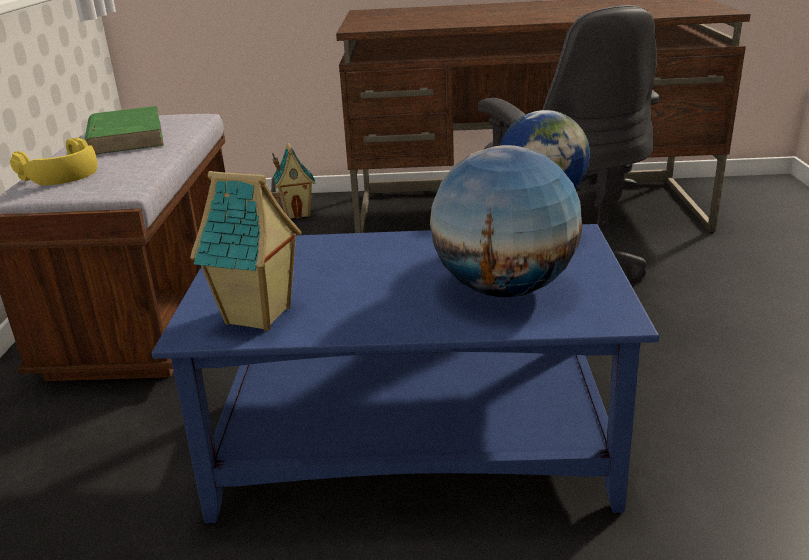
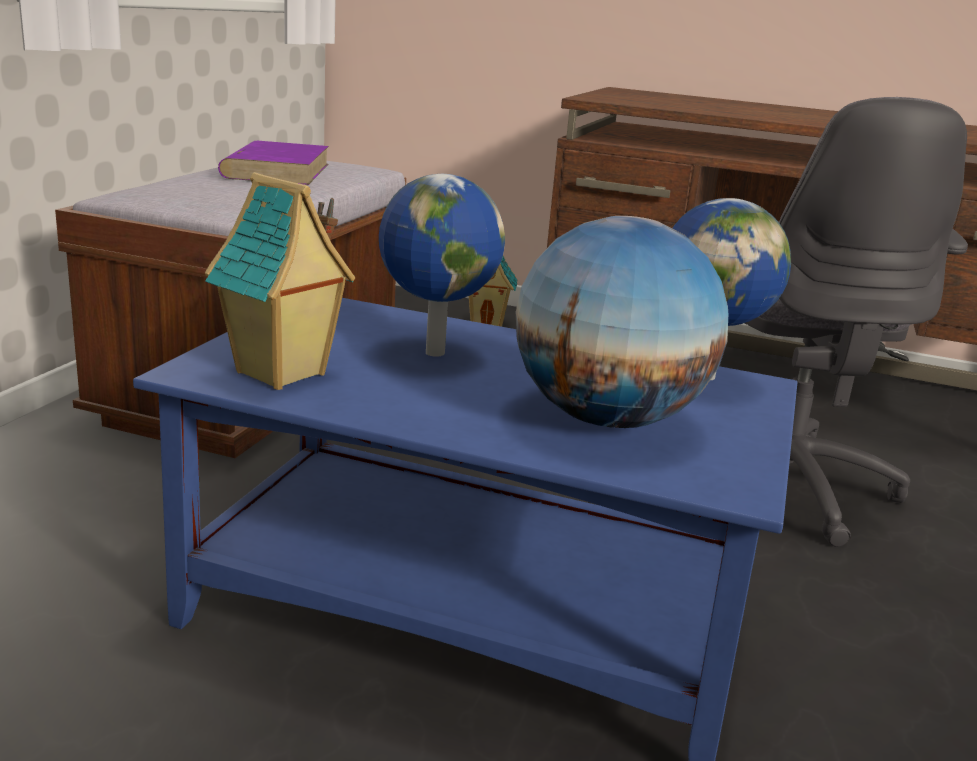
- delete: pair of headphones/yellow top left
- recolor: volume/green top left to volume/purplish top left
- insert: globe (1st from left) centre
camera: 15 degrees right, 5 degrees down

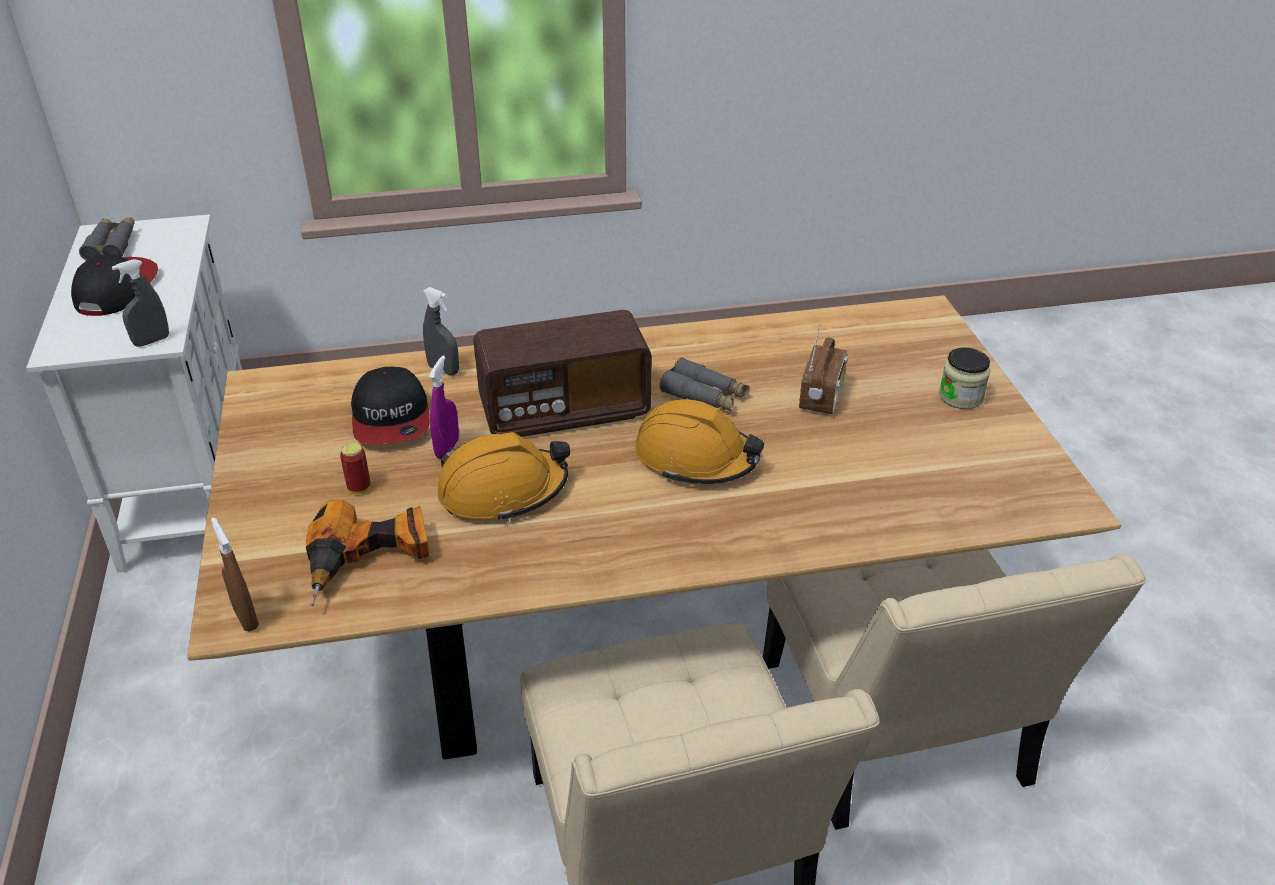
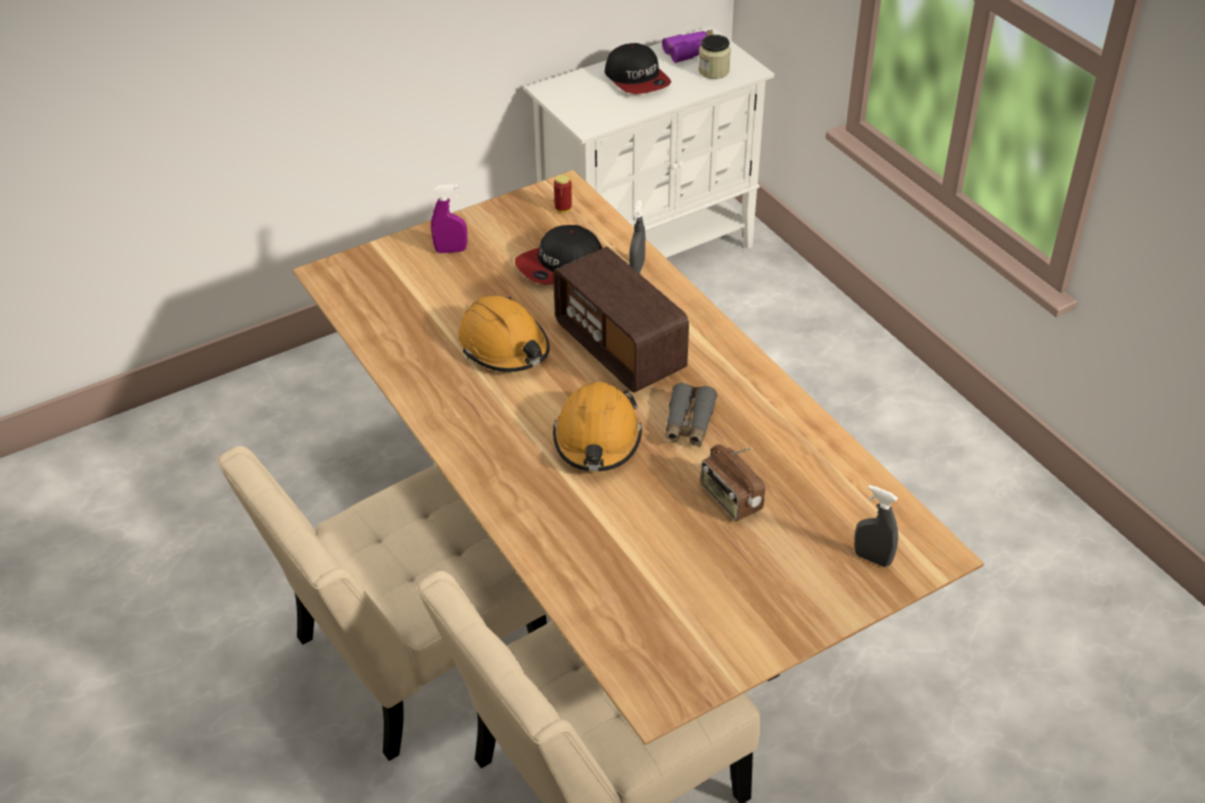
- rotate: baseball cap (1st from left in the first image) top left = top centre 75 degrees clockwise
- recolor: binoculars/gray (1st from left) top left to binoculars/purplish top centre
- move: hand sprayer/gray (1st from left in the first image) middle left to hand sprayer/gray (2nd from left) middle right
- delete: hand sprayer/brown middle left
- delete: electric drill middle left
- move: metal can middle left to top centre
- move: hand sprayer/purplish centre to top centre
- rotate: radio set (2nd from left) centre = centre 60 degrees clockwise
- move: jar middle right to top centre
camera: 70 degrees right, 5 degrees up

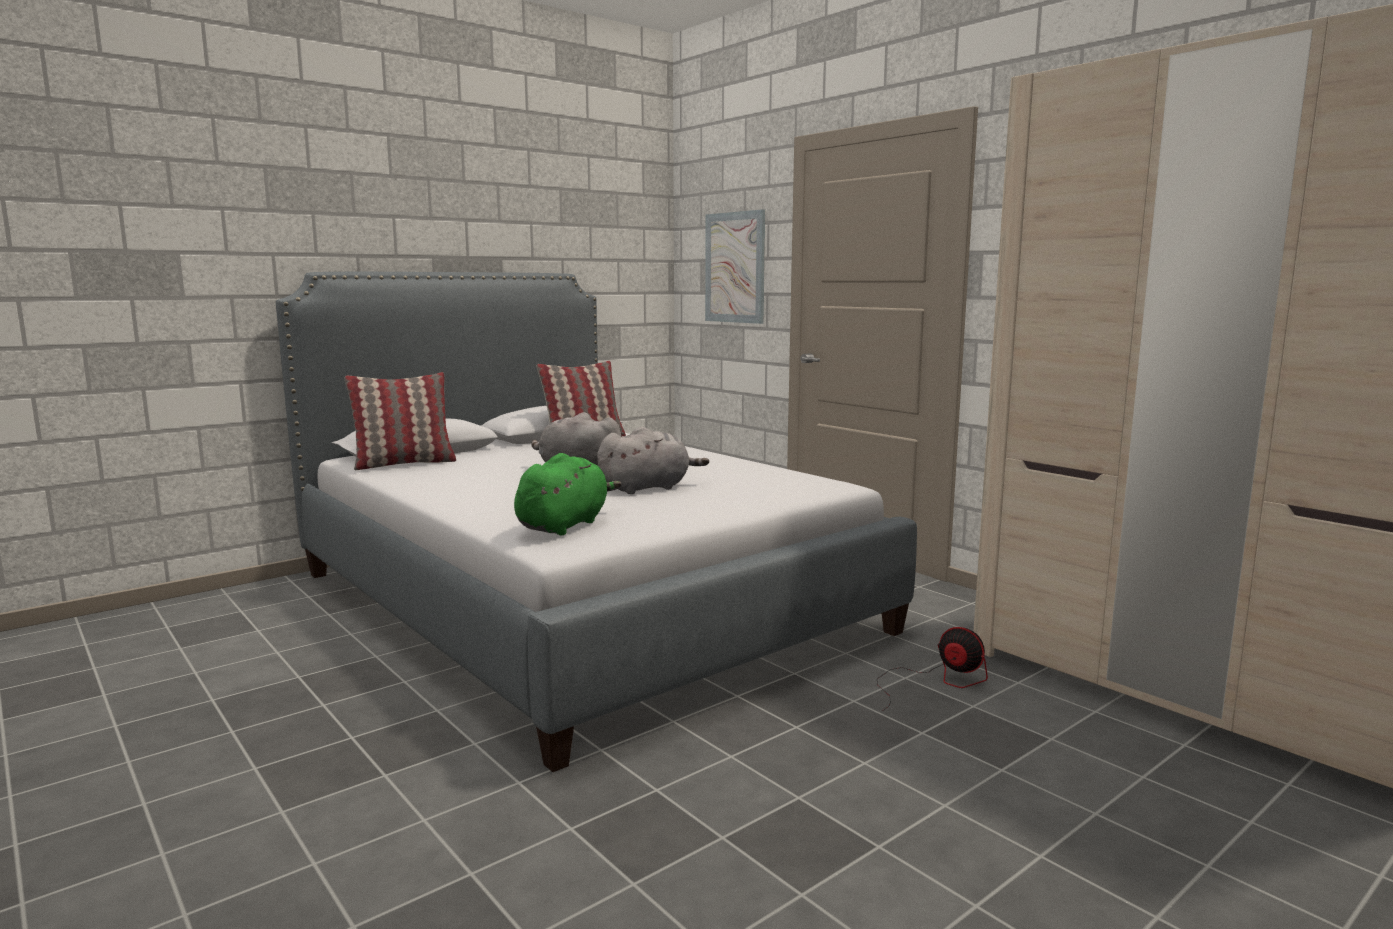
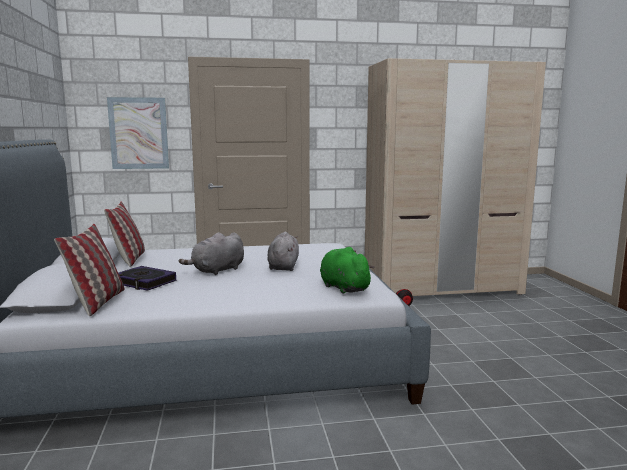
- insert: volume middle left
camera: 60 degrees left, 0 degrees up

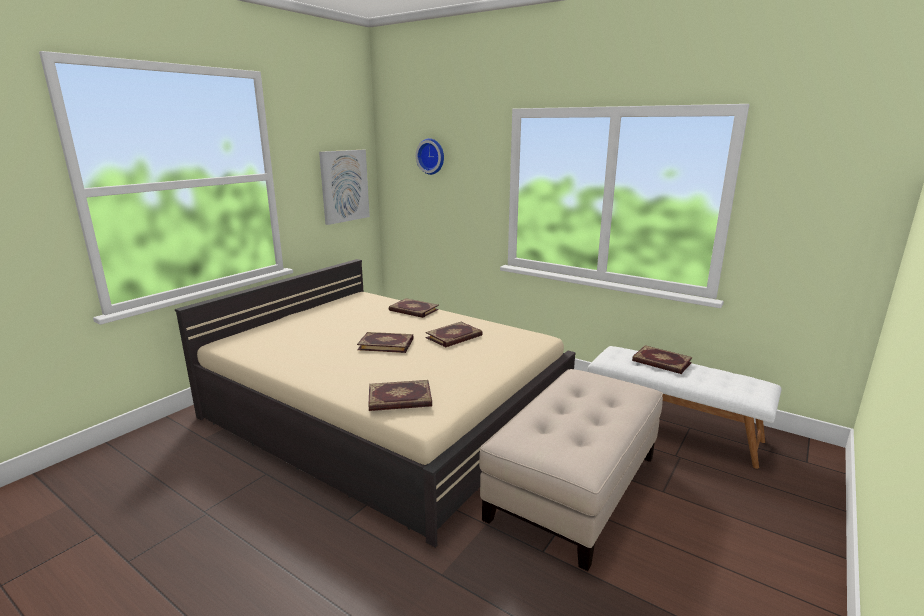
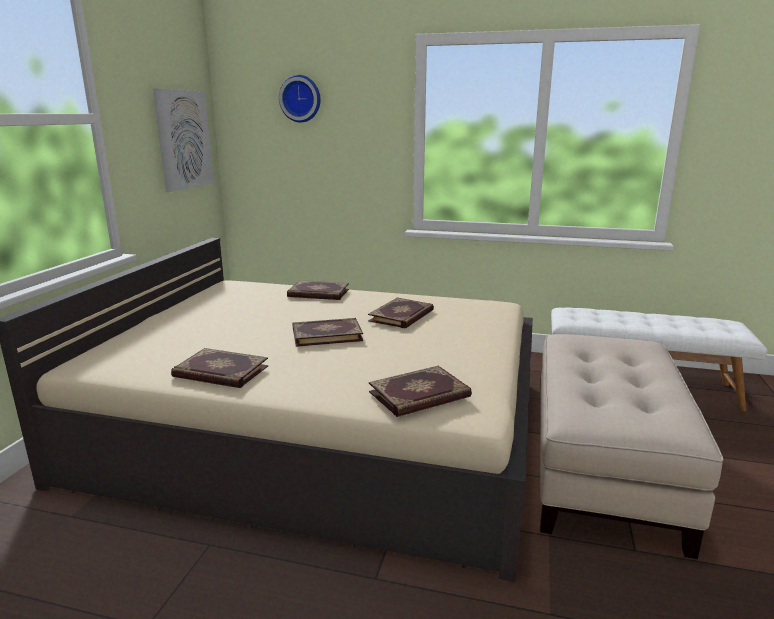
- move: volume (5th from left in the first image) middle right to volume (1st from left) middle left
camera: 20 degrees left, 0 degrees up

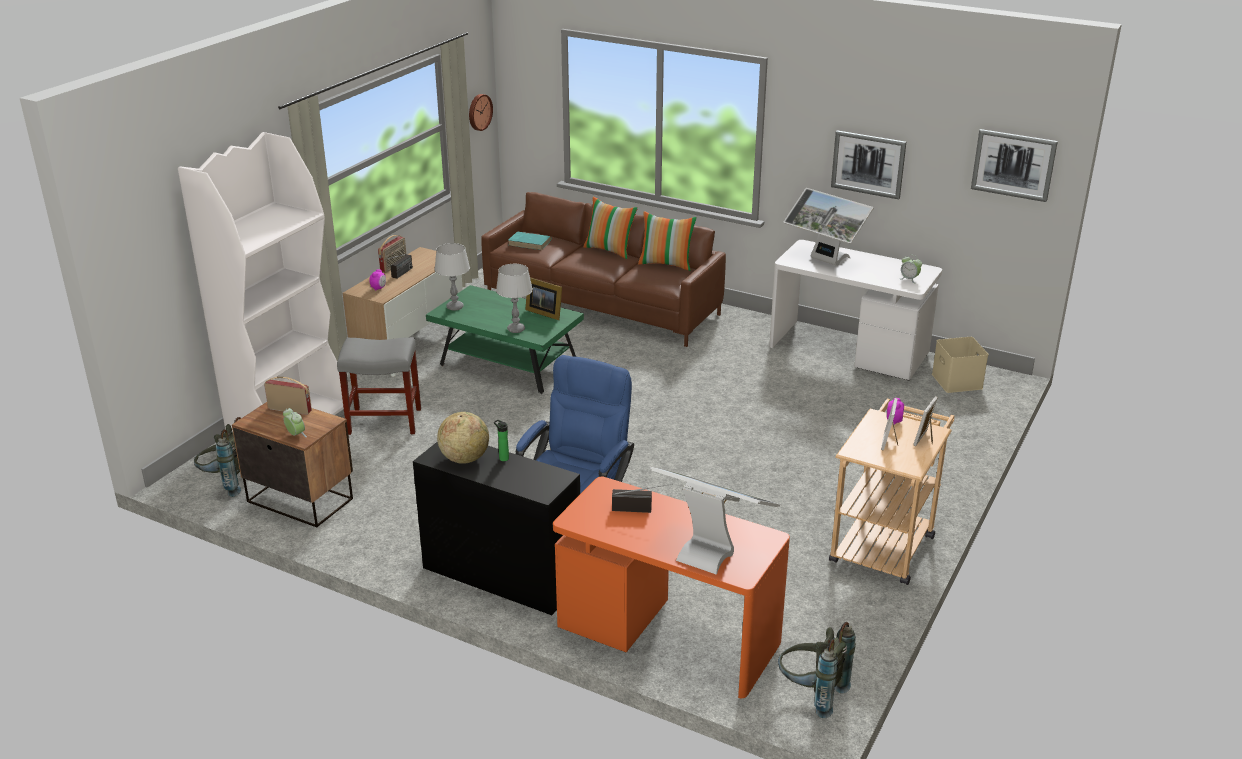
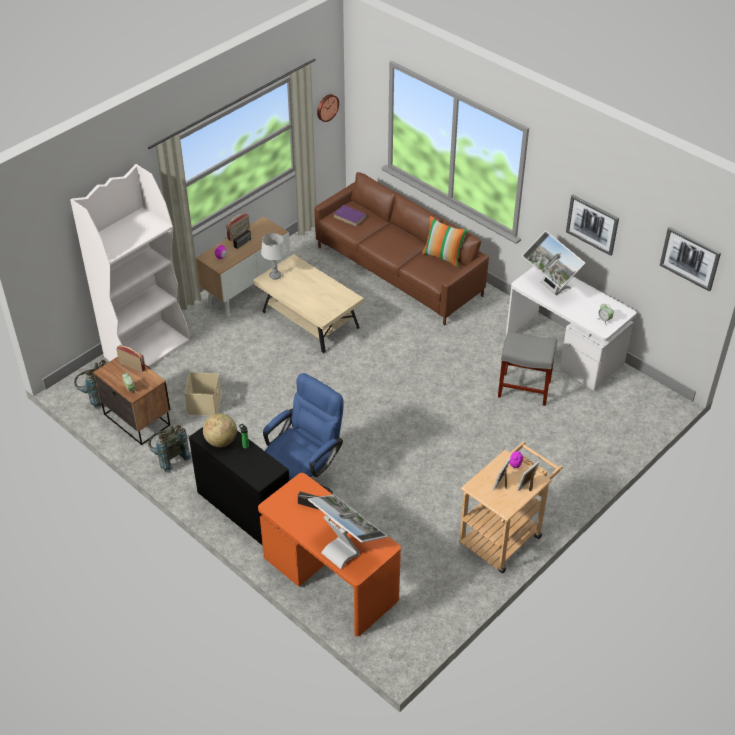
- move: sitting stool/gray middle left to middle right
- recolor: coffee table/green centre to coffee table/sand-coloured centre
- delete: tabletop lamp/gray (2nd from left) centre
- recolor: volume/turquoise top centre to volume/purplish top centre
- delete: standing frame (1st from left) centre
- delete: throw pillow (1st from left) top centre
- move: knapsack/gray (2nd from left) bottom centre to middle left
- move: storage container/sand-coloured middle right to middle left
camera: 15 degrees right, 15 degrees up

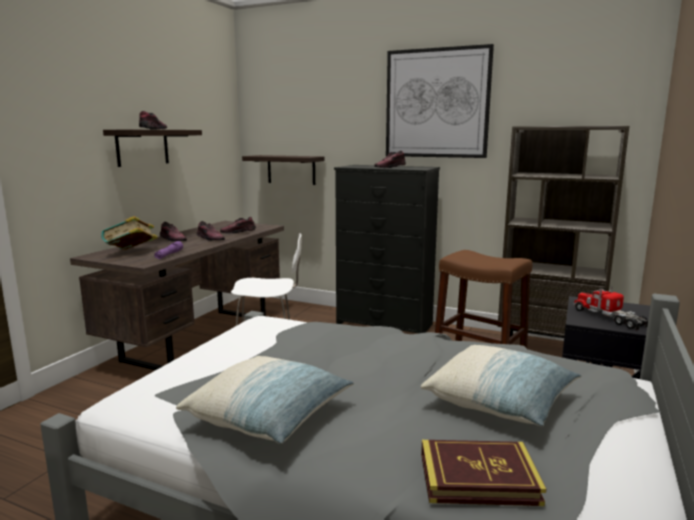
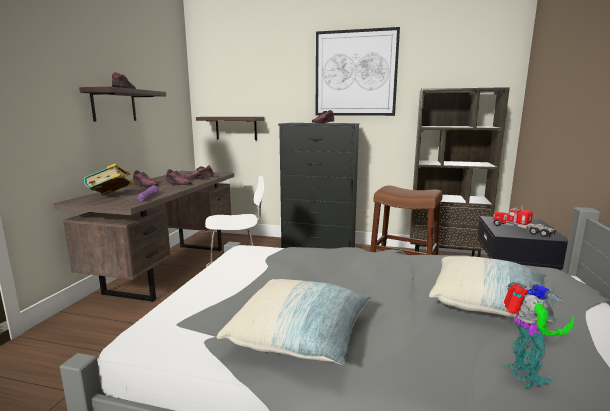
- replace: volume (2nd from left) bottom right to robot figure bottom right
camera: 10 degrees left, 0 degrees up

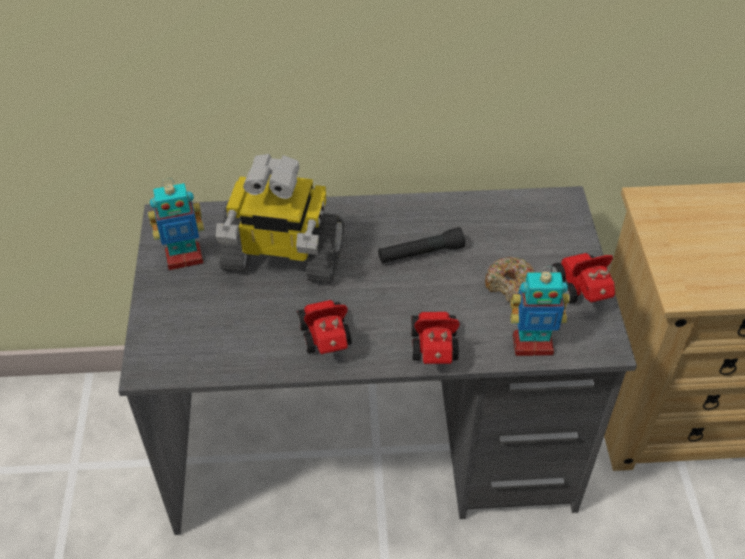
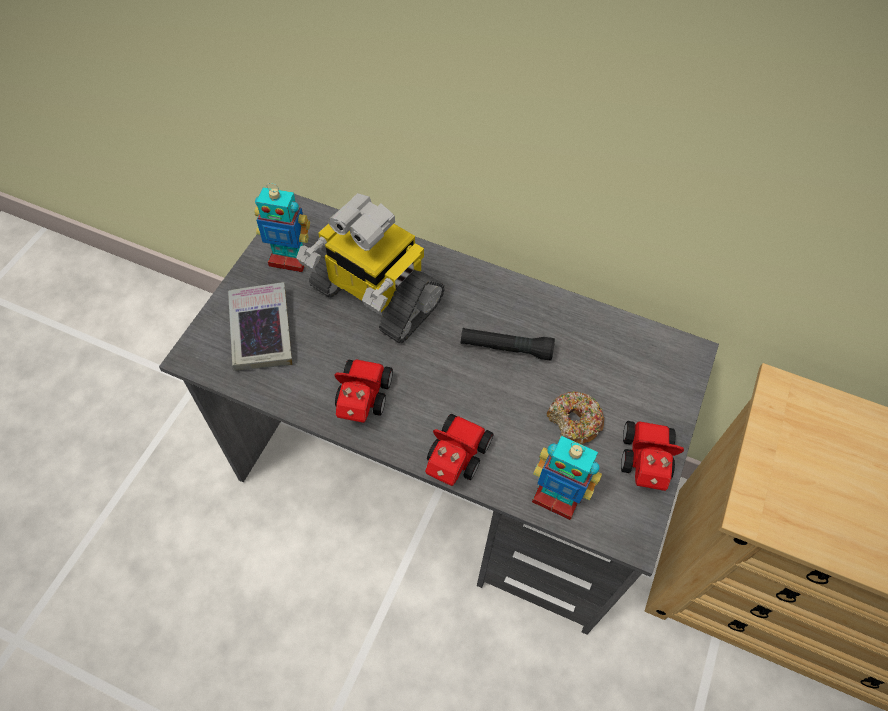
- insert: volume middle left
camera: 25 degrees right, 10 degrees up

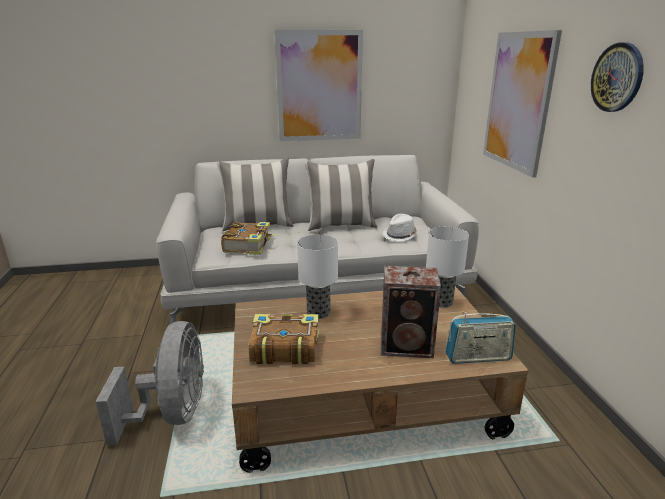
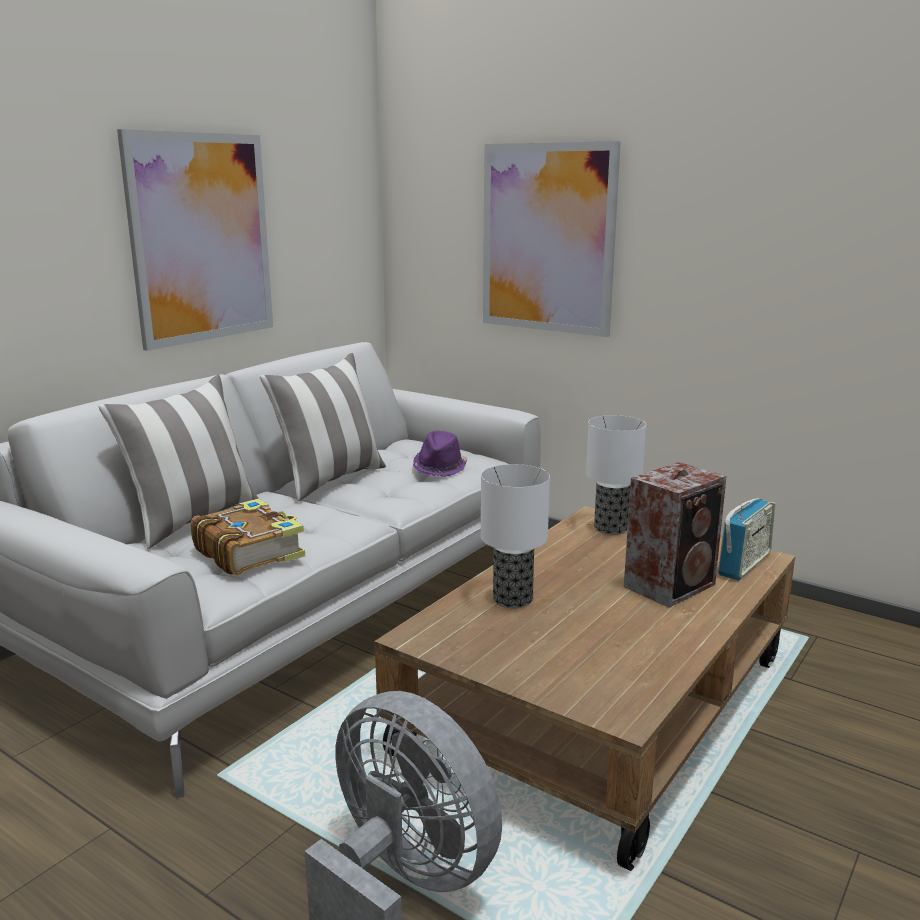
- delete: volume (2nd from left) bottom centre
- recolor: clothing hat/white-coloured centre to clothing hat/purplish centre
- delete: wall clock top right
camera: 45 degrees left, 5 degrees down

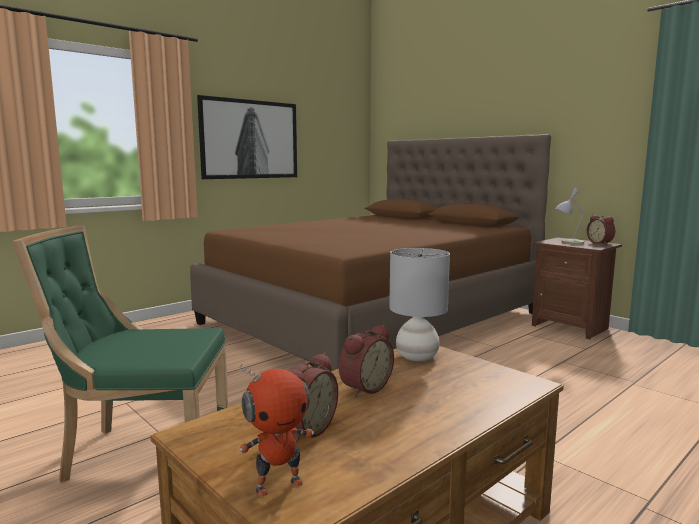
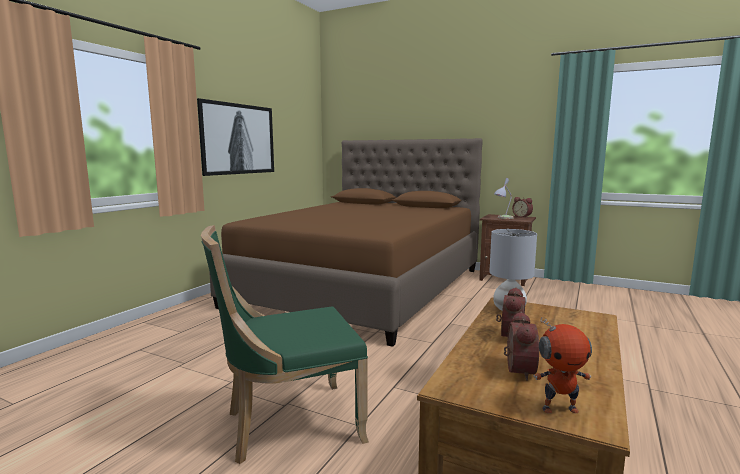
- rotate: robot figure bottom centre = bottom right 45 degrees clockwise
camera: 20 degrees left, 0 degrees up

